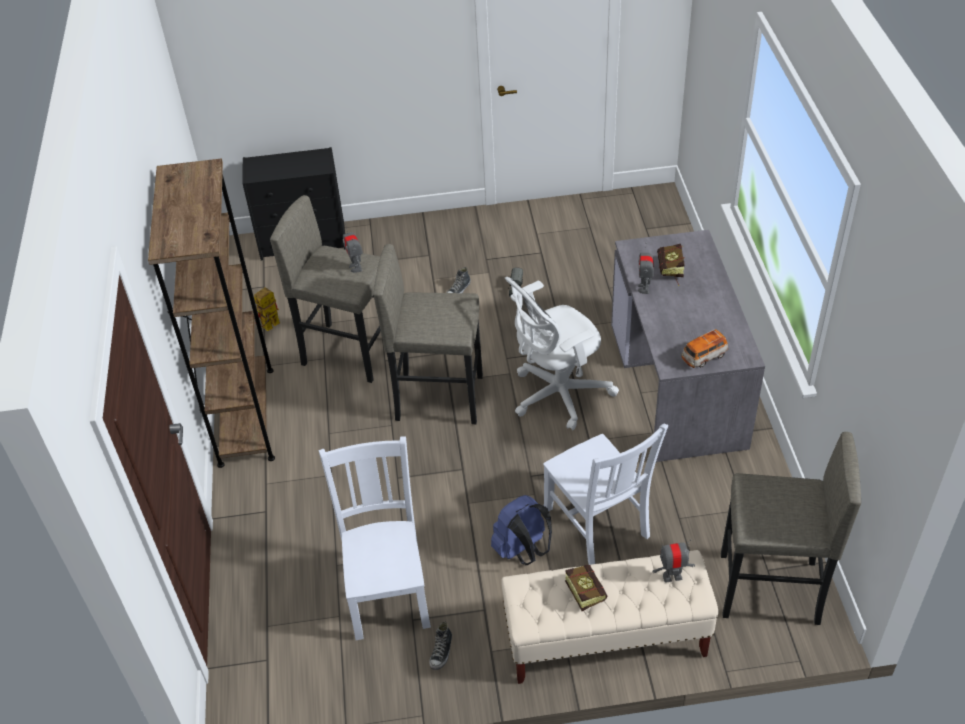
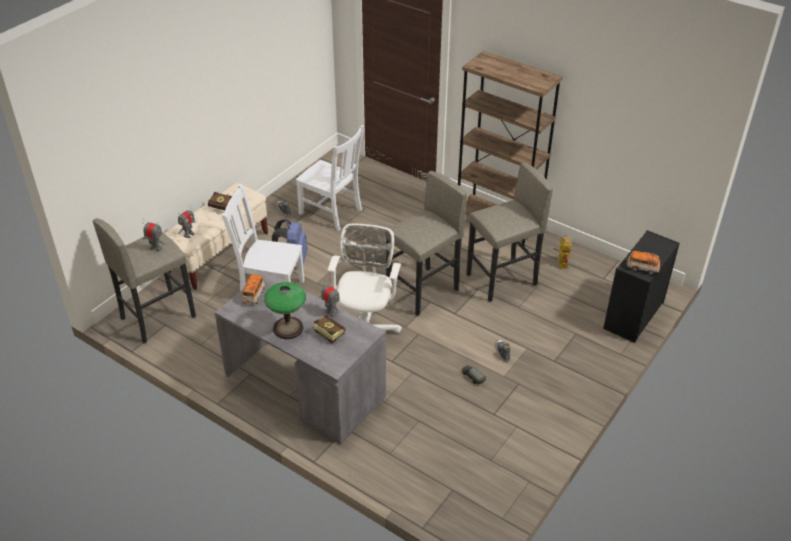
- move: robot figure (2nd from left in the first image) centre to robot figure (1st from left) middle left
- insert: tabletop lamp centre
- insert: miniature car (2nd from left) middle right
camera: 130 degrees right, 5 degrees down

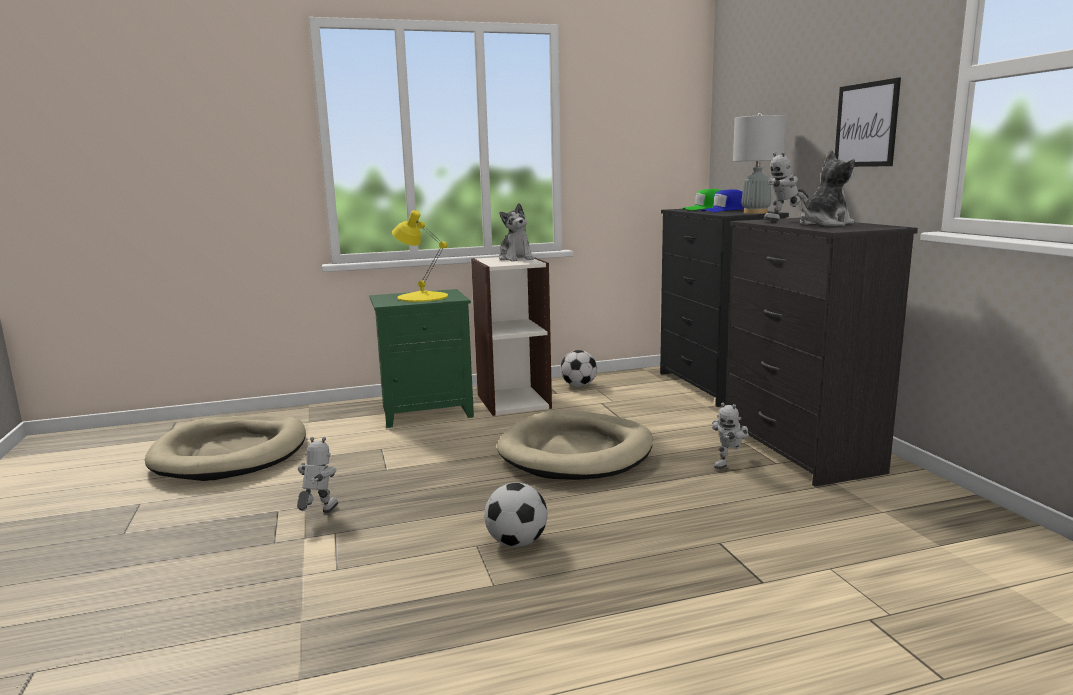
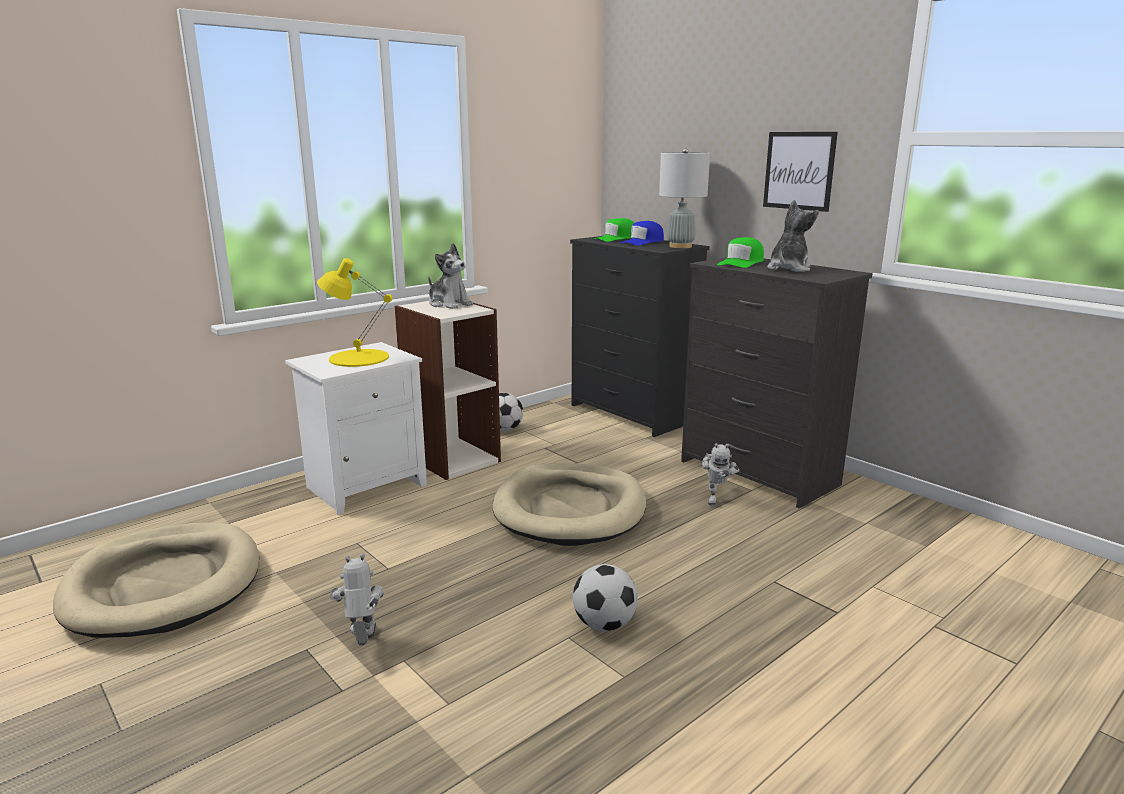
- recolor: nightstand/green centre to nightstand/white-coloured middle left
- replace: robot figure (3rd from left) top right to baseball cap/green (2nd from left) top centre
camera: 25 degrees left, 5 degrees up

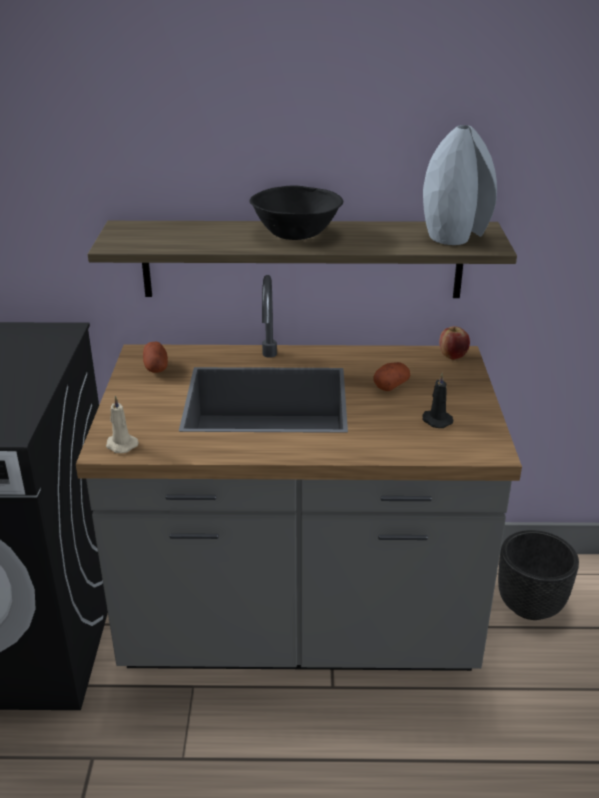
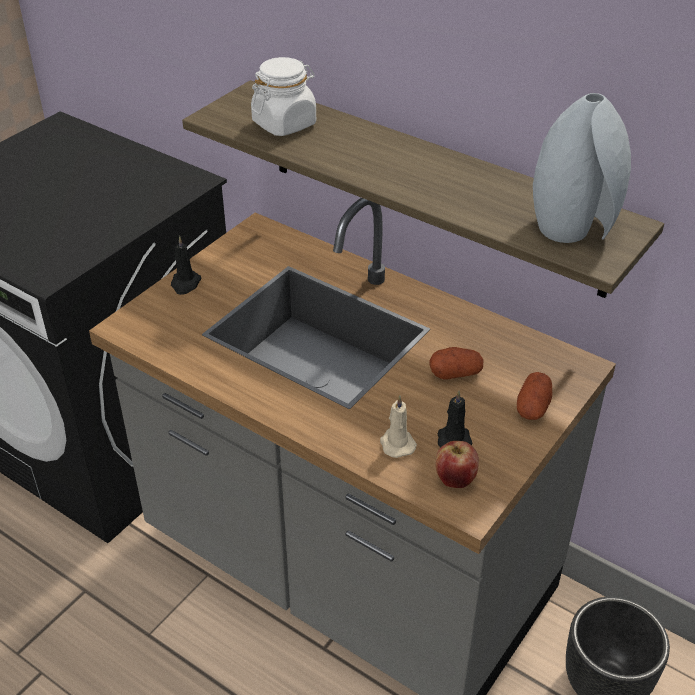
- move: candle/sand-coloured middle left to centre
- move: spud (1st from left in the first image) middle left to spud (2nd from left) middle right
- delete: deep dish/blackish top centre
- move: whole apple middle right to bottom centre
- insert: candle/blackish (1st from left) middle left
- insert: jar/white-coloured top centre
camera: 35 degrees right, 10 degrees up

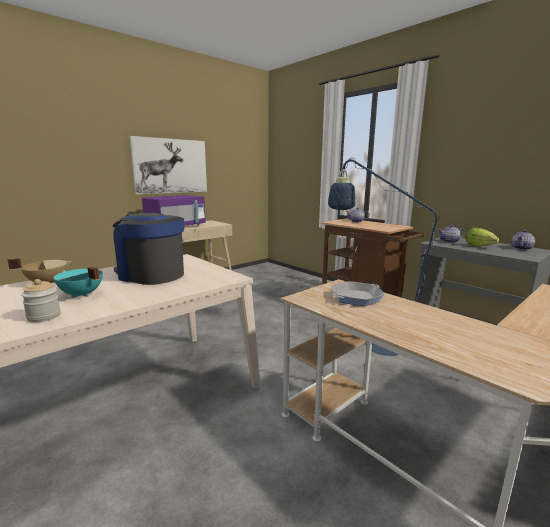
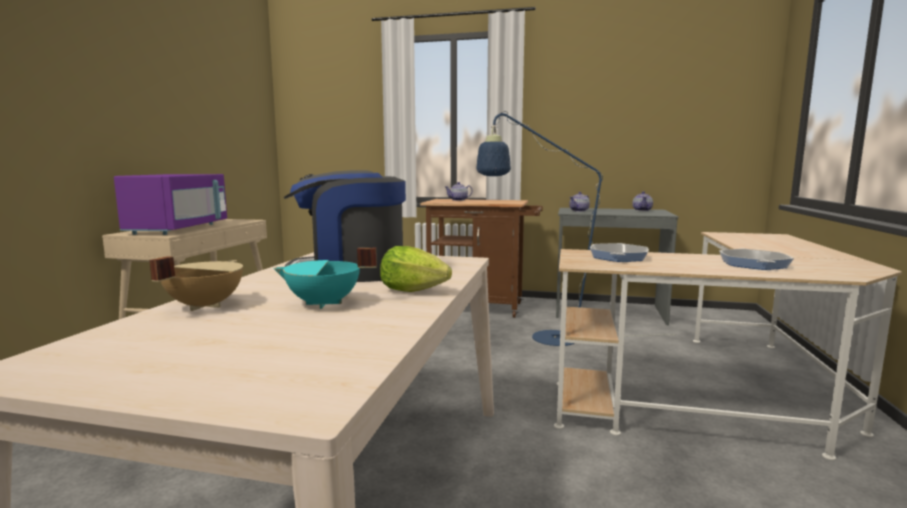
- delete: jar middle left
- delete: picture top left
- move: lettuce middle right to centre
- insert: frying pan (2nd from left) middle right
camera: 35 degrees left, 5 degrees down

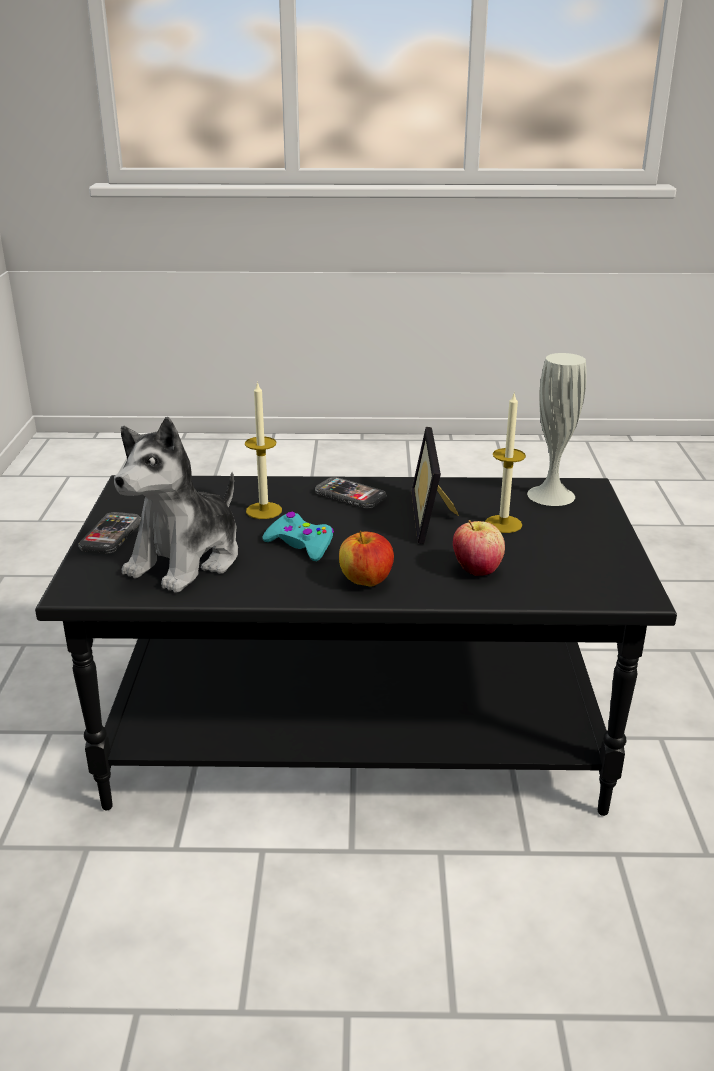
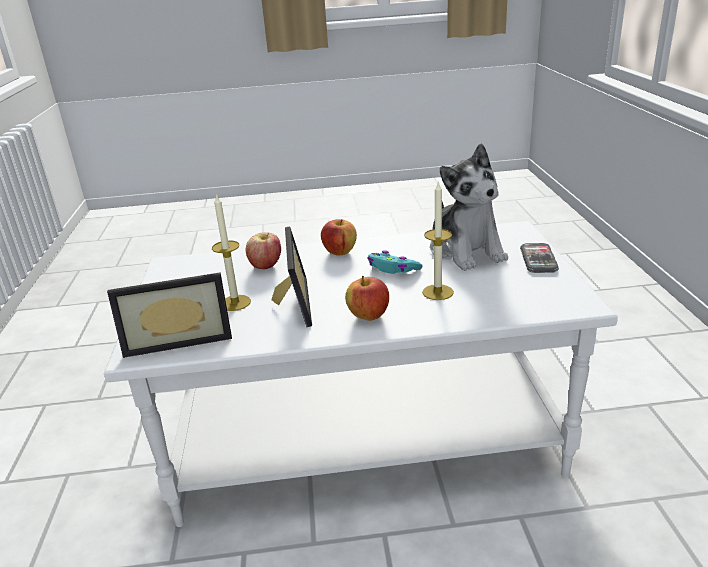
- recolor: coffee table/blackish centre to coffee table/white-coloured centre
- rotate: cuddly toy middle left = centre 135 degrees clockwise
- replace: telephone (2nd from left) centre to whole apple (3rd from left) centre
- replace: flower vase/white-coloured middle right to standing frame (1st from left) middle left
camera: 175 degrees right, 0 degrees up

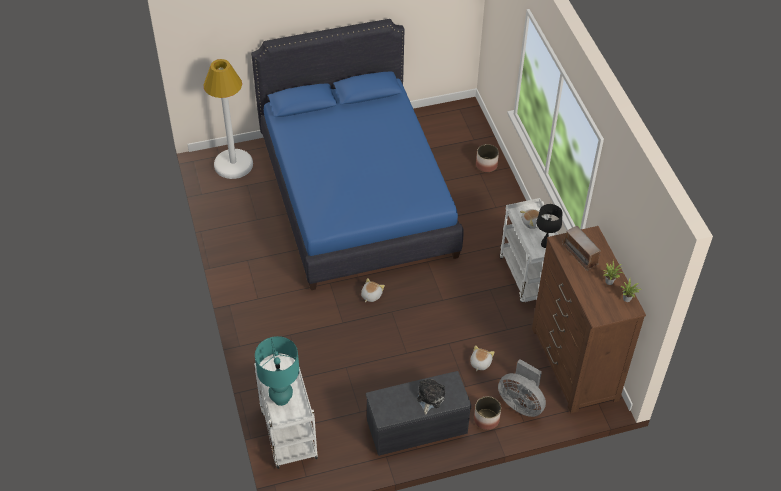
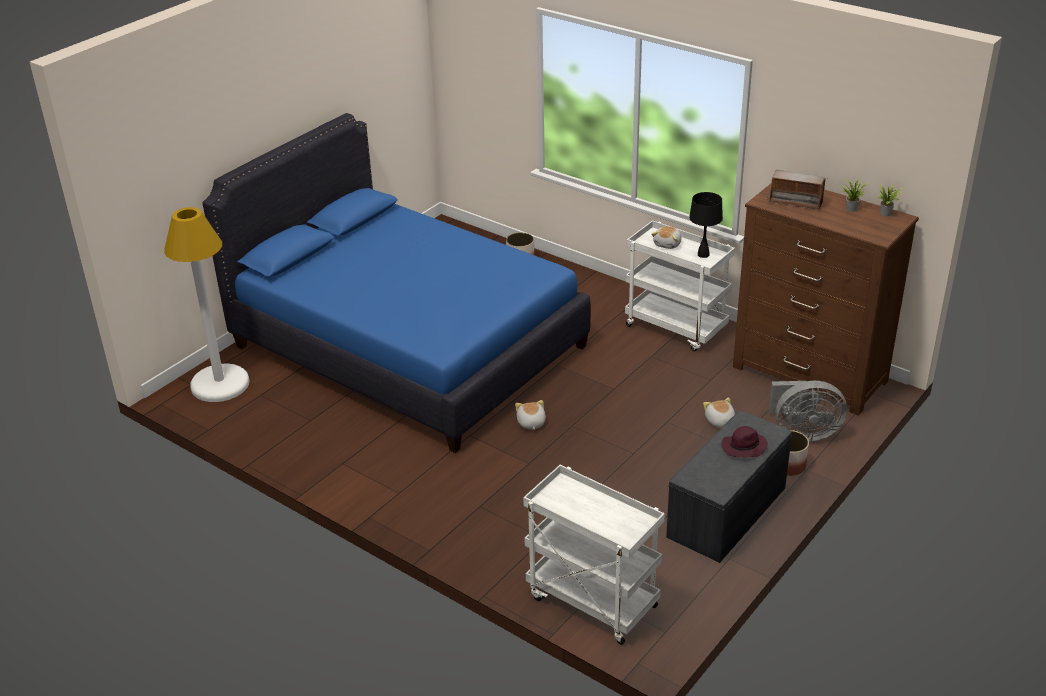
- delete: tabletop lamp/turquoise bottom centre
- replace: cuddly toy (2nd from left) bottom centre to clothing hat/purplish middle right
camera: 35 degrees left, 15 degrees down

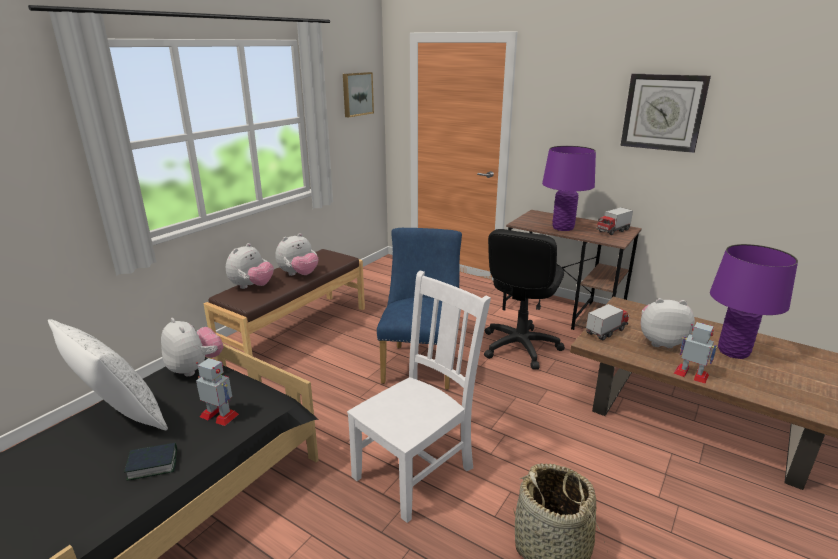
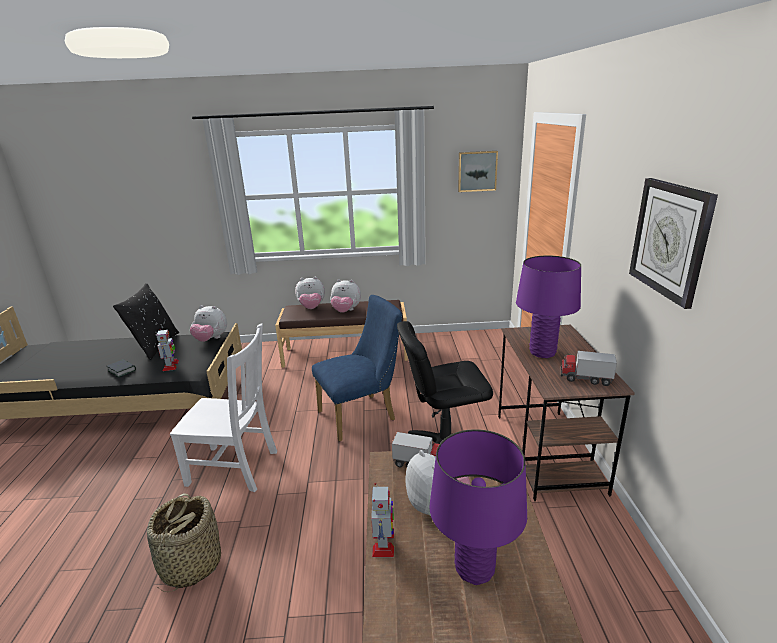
- recolor: throw pillow/white-coloured bottom left to throw pillow/blackish middle left
- rotate: cuddly toy (1st from left) middle left = middle left 90 degrees clockwise
camera: 55 degrees right, 0 degrees up

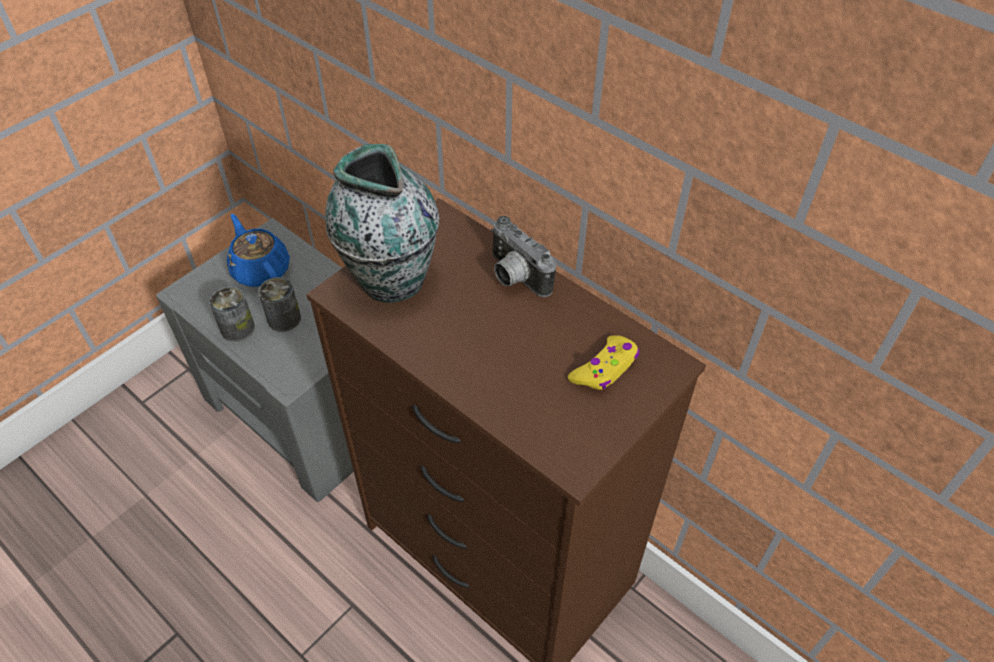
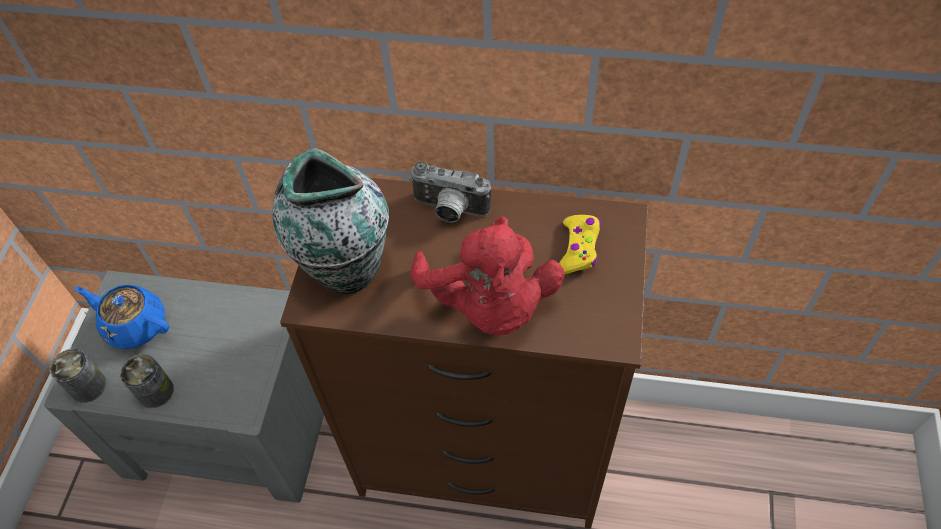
- move: metal can (2nd from left in the first image) middle left to metal can (1st from left) bottom left
- insert: cuddly toy/red-coloured centre
camera: 30 degrees left, 5 degrees up

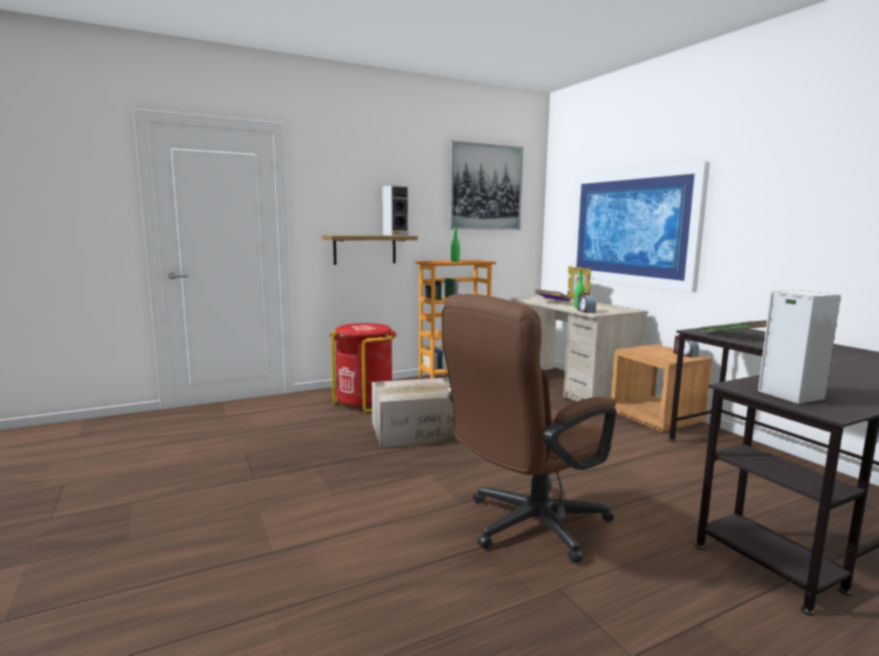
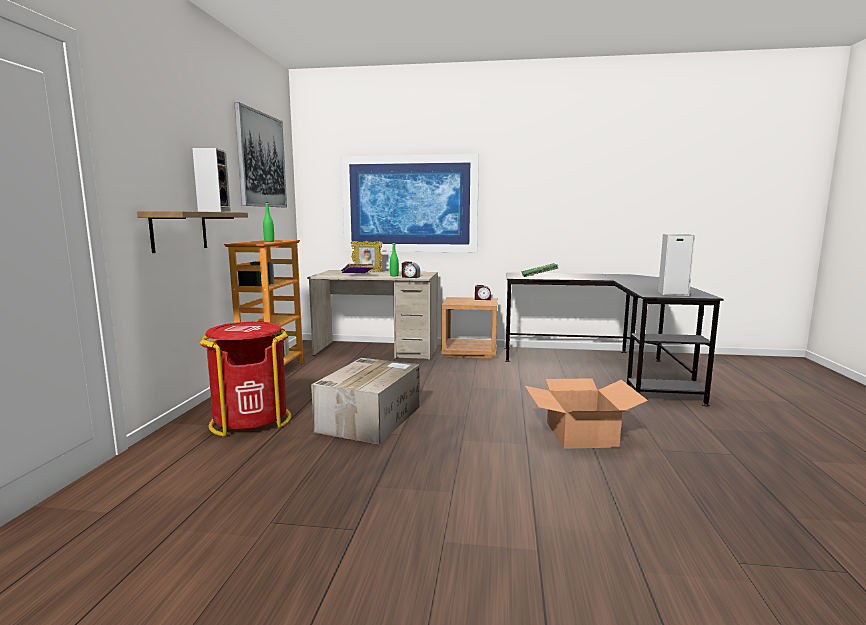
- replace: desk chair/brown centre to packing box (2nd from left) middle right
camera: 55 degrees left, 0 degrees up

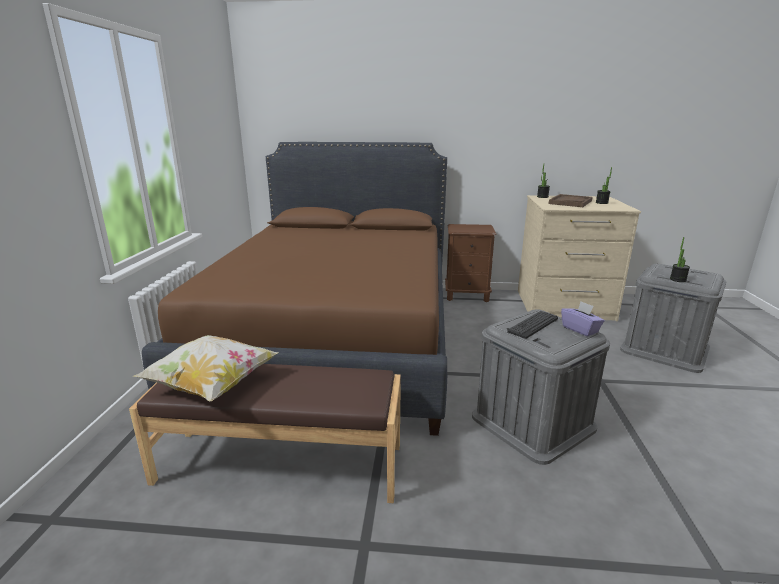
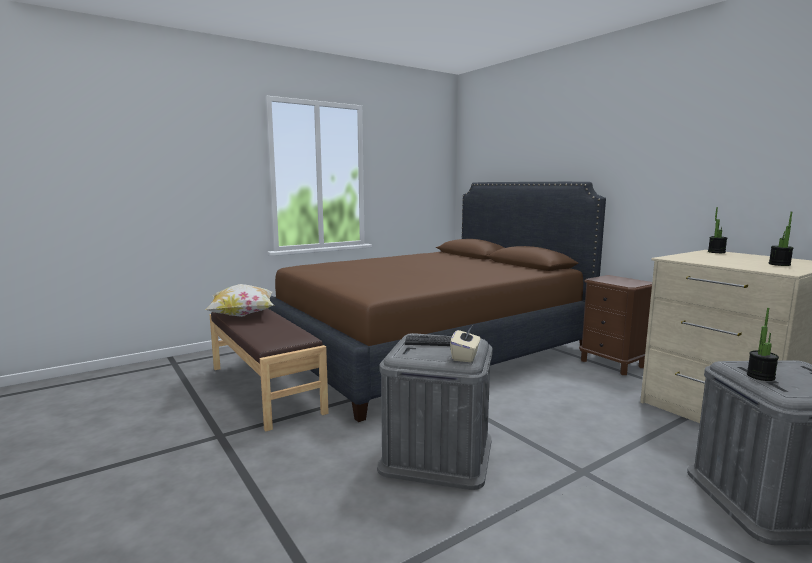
- delete: tray/brown middle right
- recolor: box of tissues/purplish middle right to box of tissues/sand-coloured centre
camera: 50 degrees right, 10 degrees down

